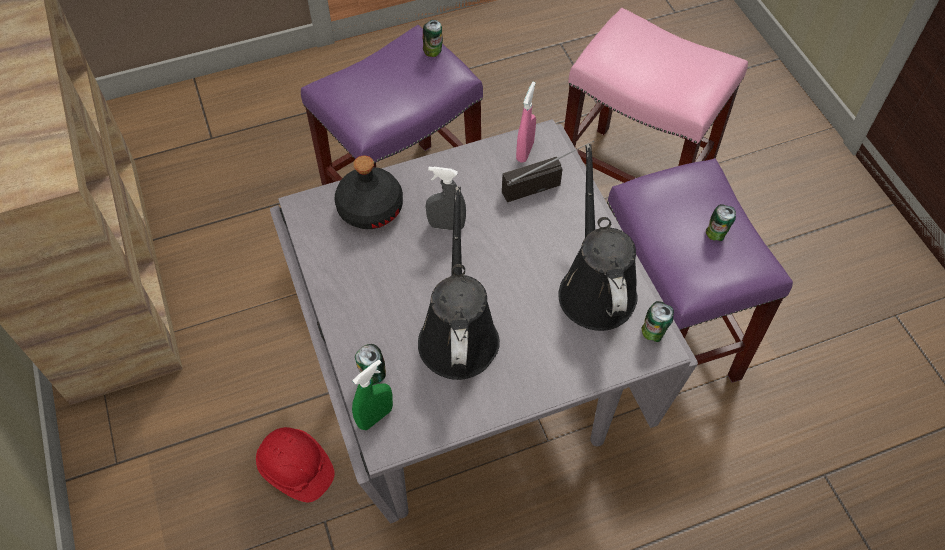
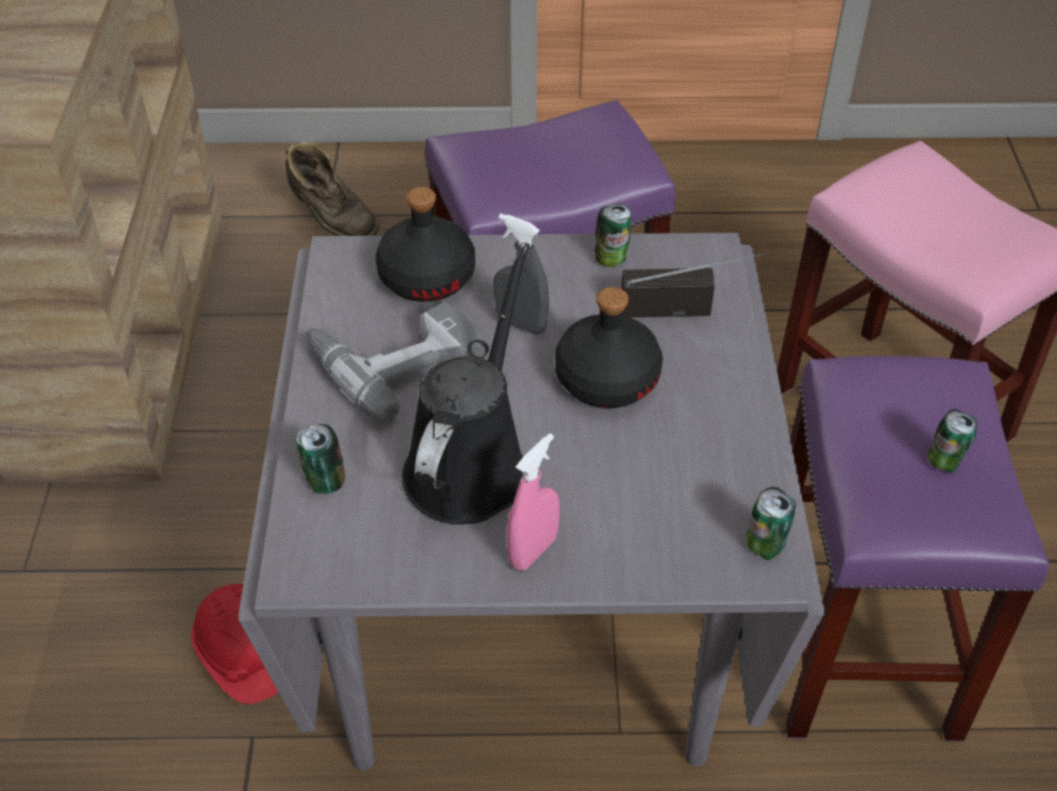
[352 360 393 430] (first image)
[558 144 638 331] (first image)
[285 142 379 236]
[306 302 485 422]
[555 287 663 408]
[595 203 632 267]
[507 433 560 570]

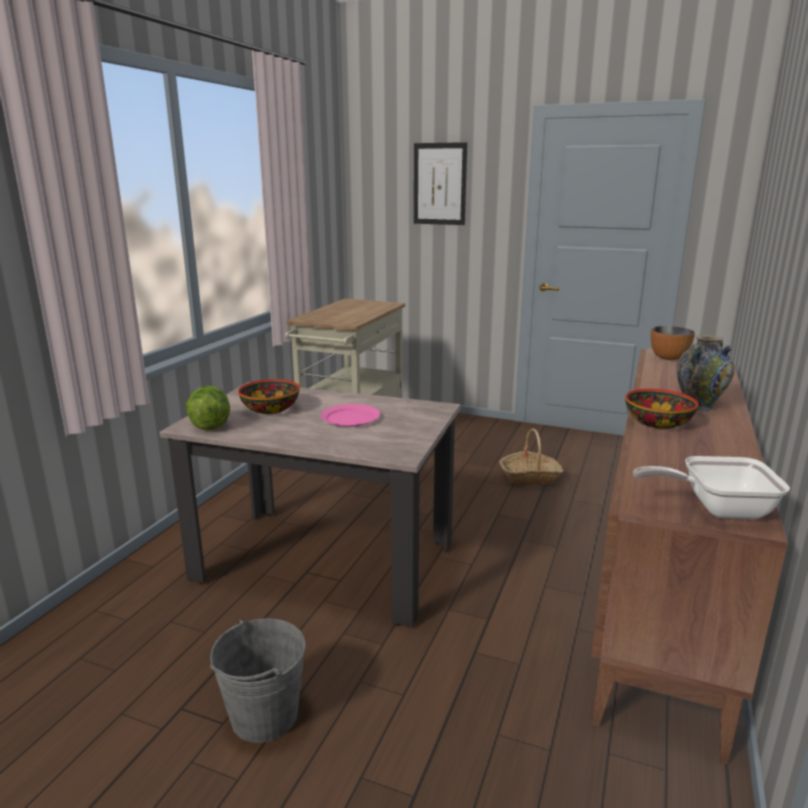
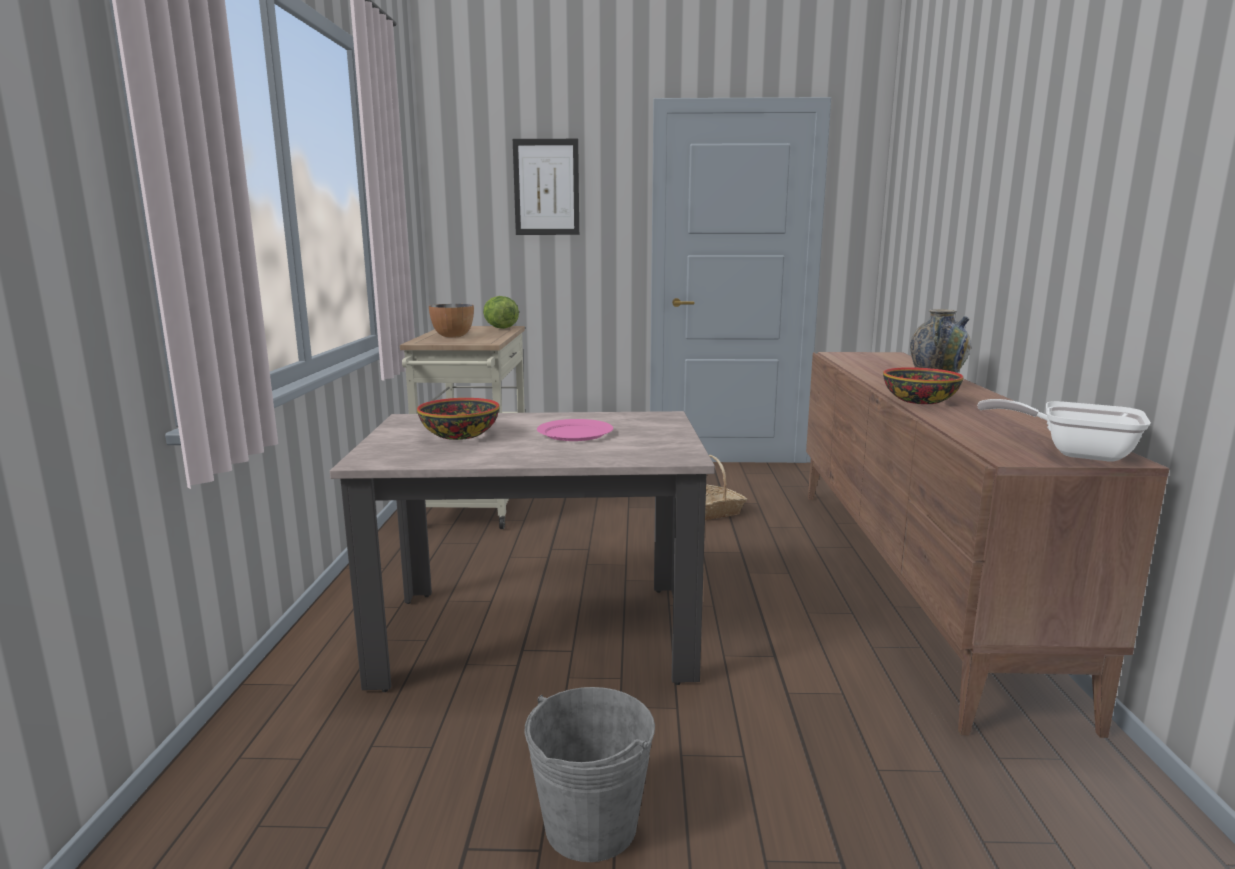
[483 296 519 329]
[429 304 474 338]
[977 399 1151 462]

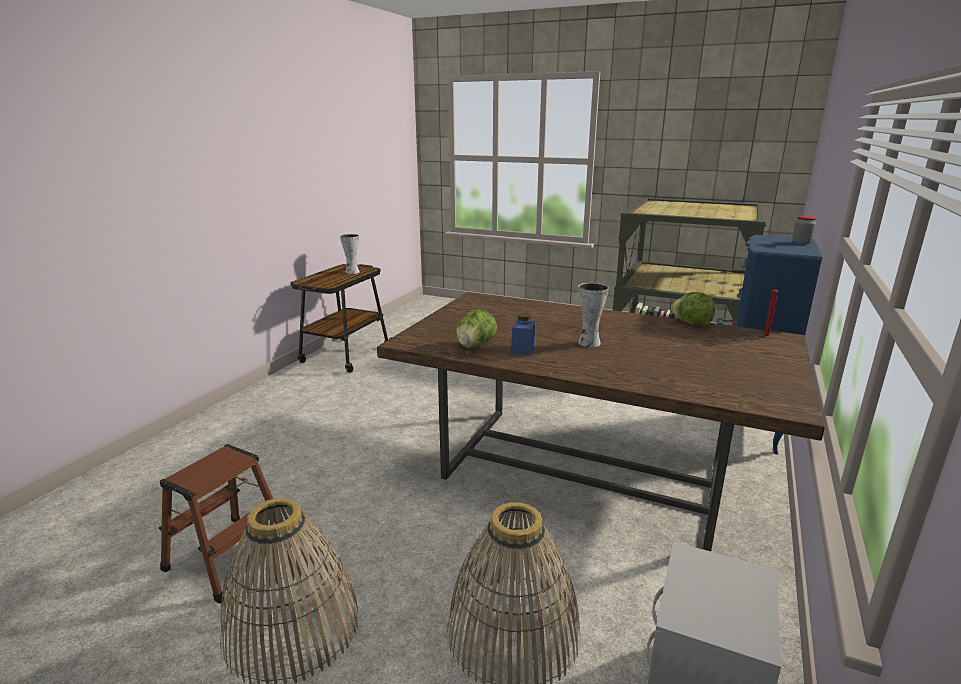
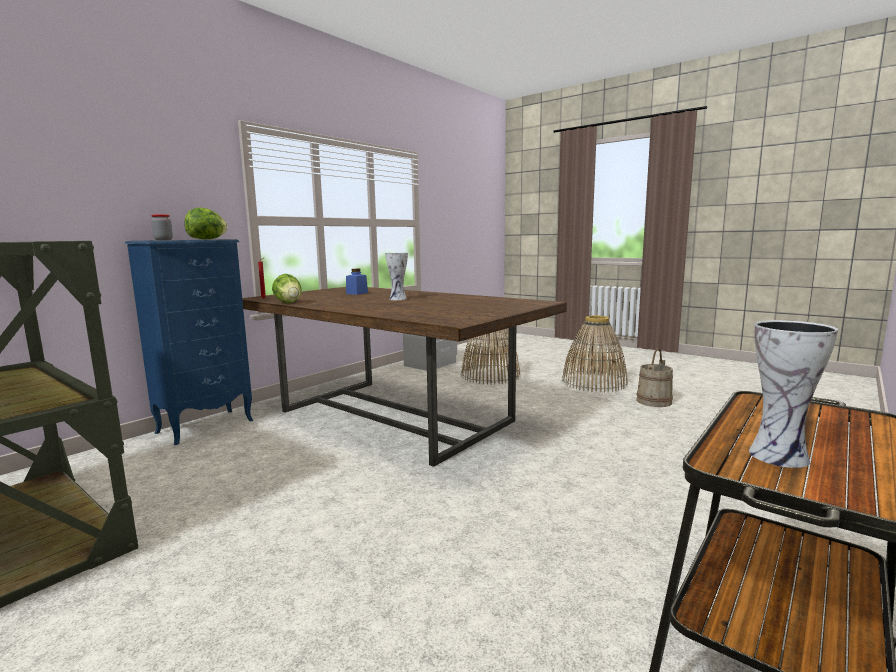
[184 208 228 239]
[346 269 368 295]
[636 348 673 407]

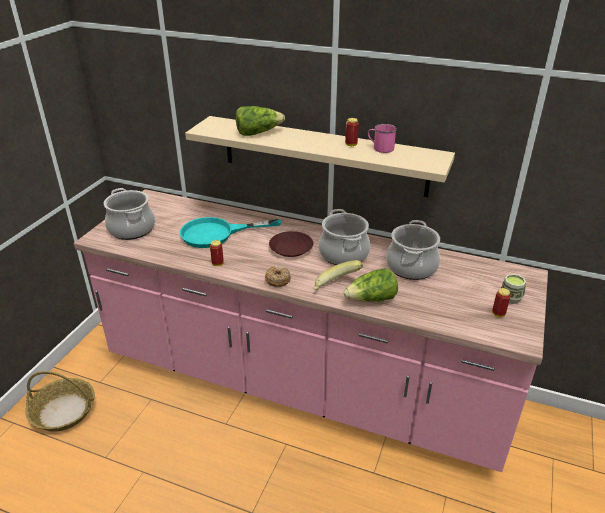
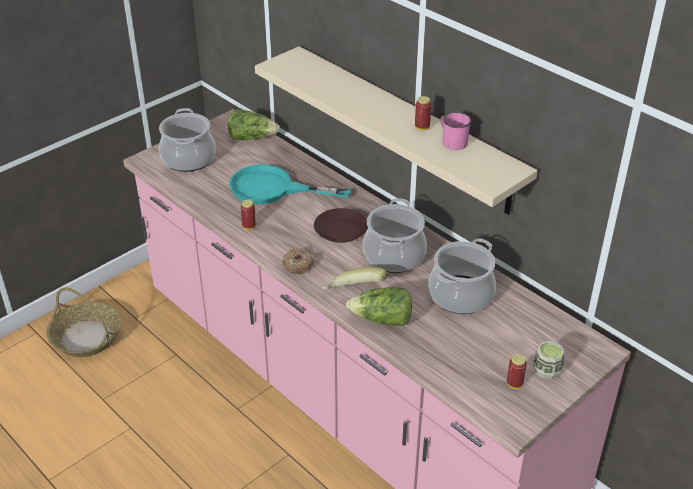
[228 109 280 140]

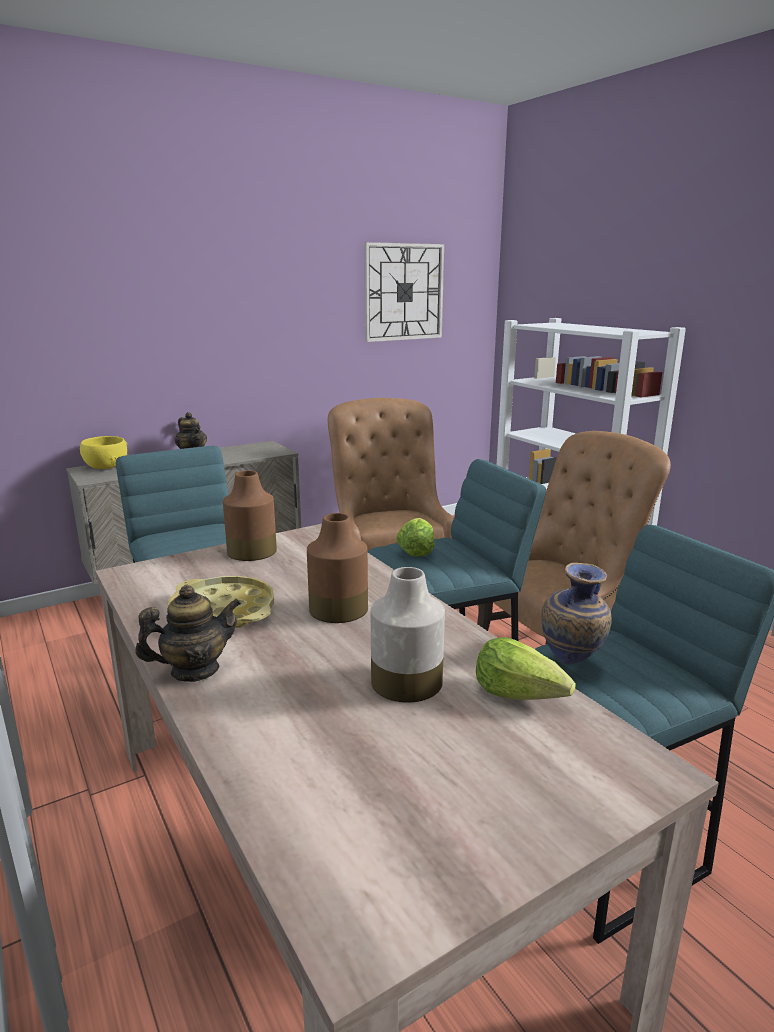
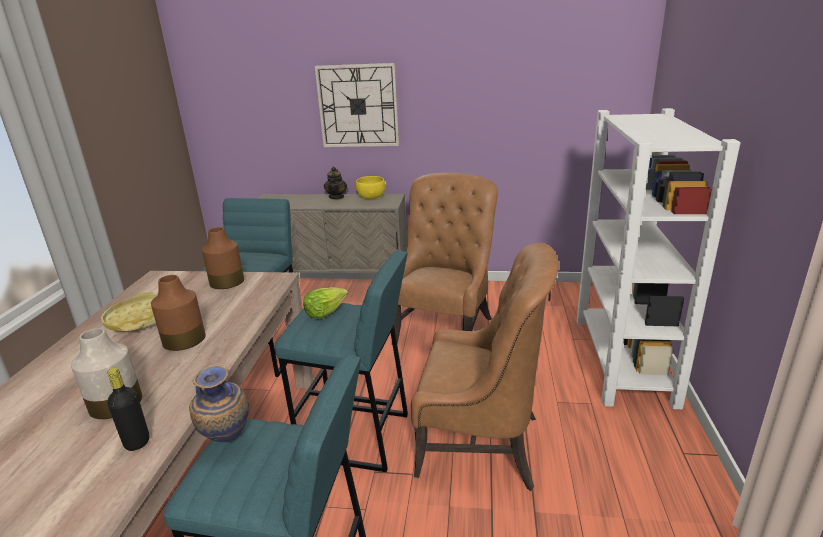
[135 585 241 682] (first image)
[355 176 386 199]
[315 63 399 147]
[108 367 149 451]

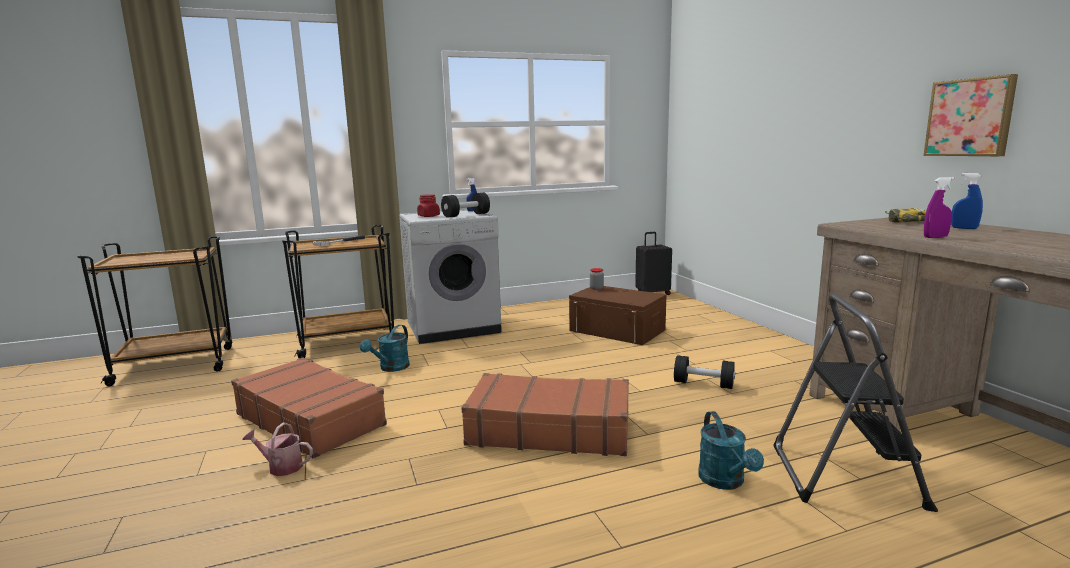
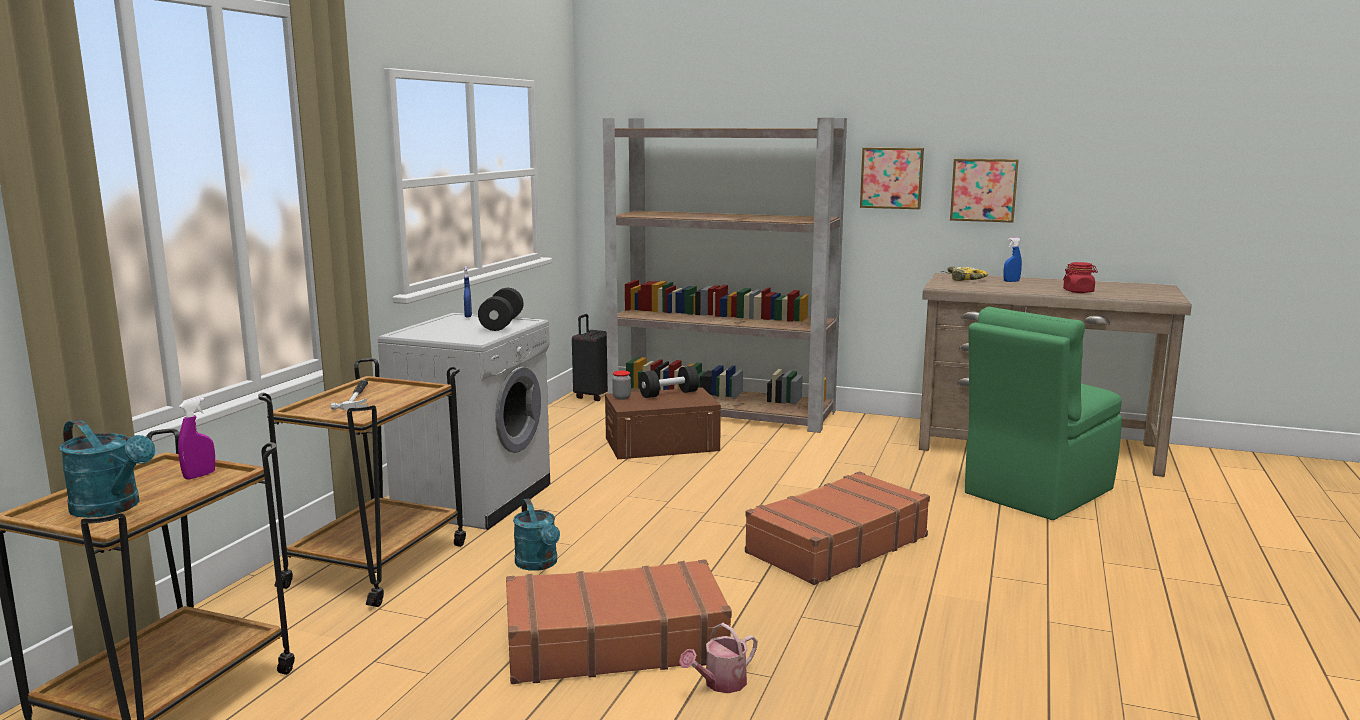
[603 118 847 433]
[860 147 924 209]
[1063 262 1098 293]
[639 366 699 398]
[59 419 155 518]
[178 398 215 480]
[965 307 1122 520]

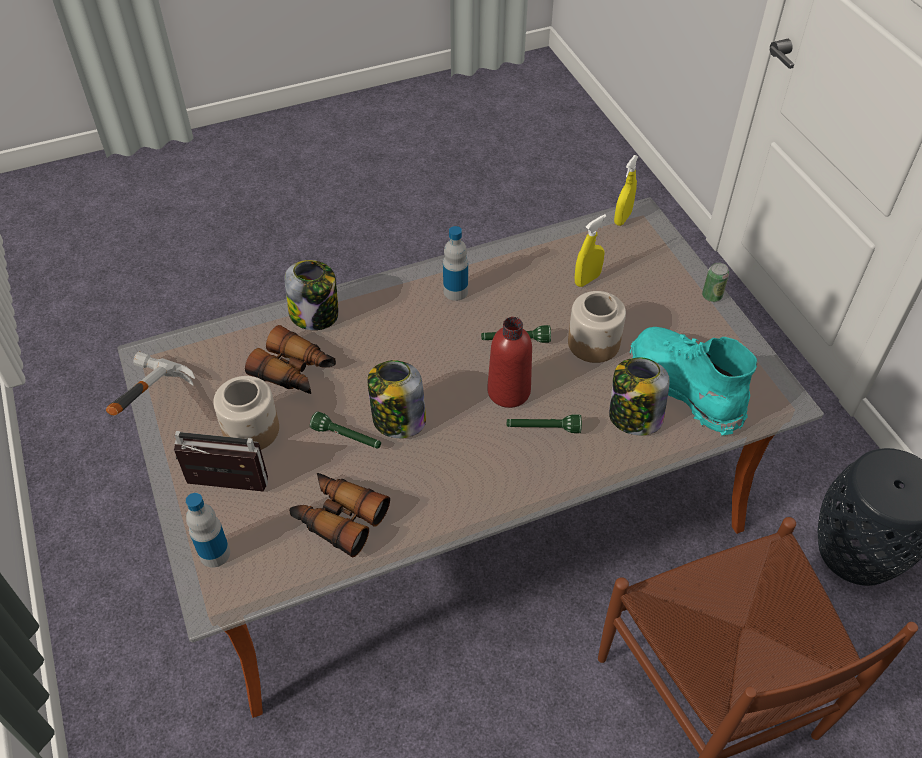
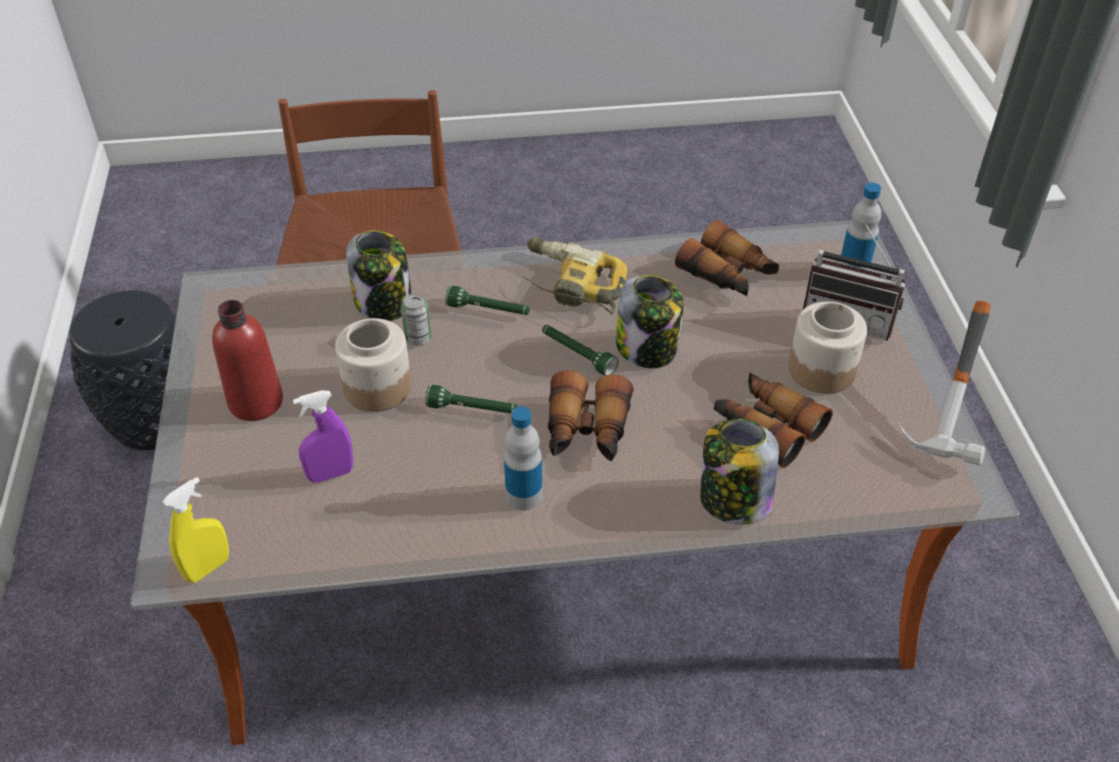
[629 327 757 437] (first image)
[522 237 627 314]
[548 371 633 461]
[542 325 619 376]
[212 300 283 421]
[401 294 431 345]
[293 390 353 483]

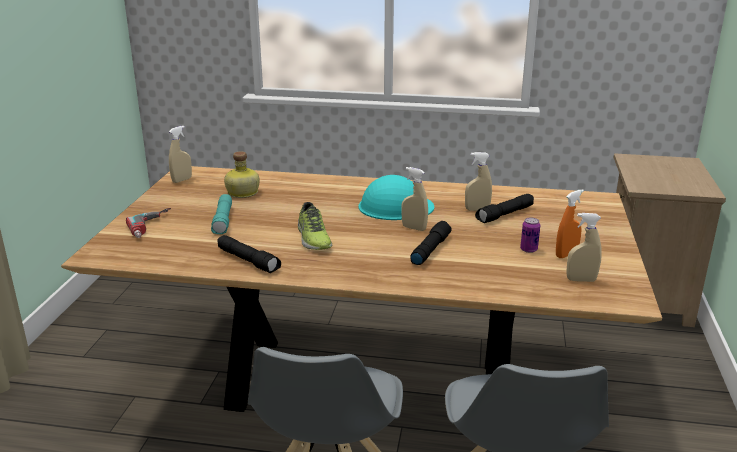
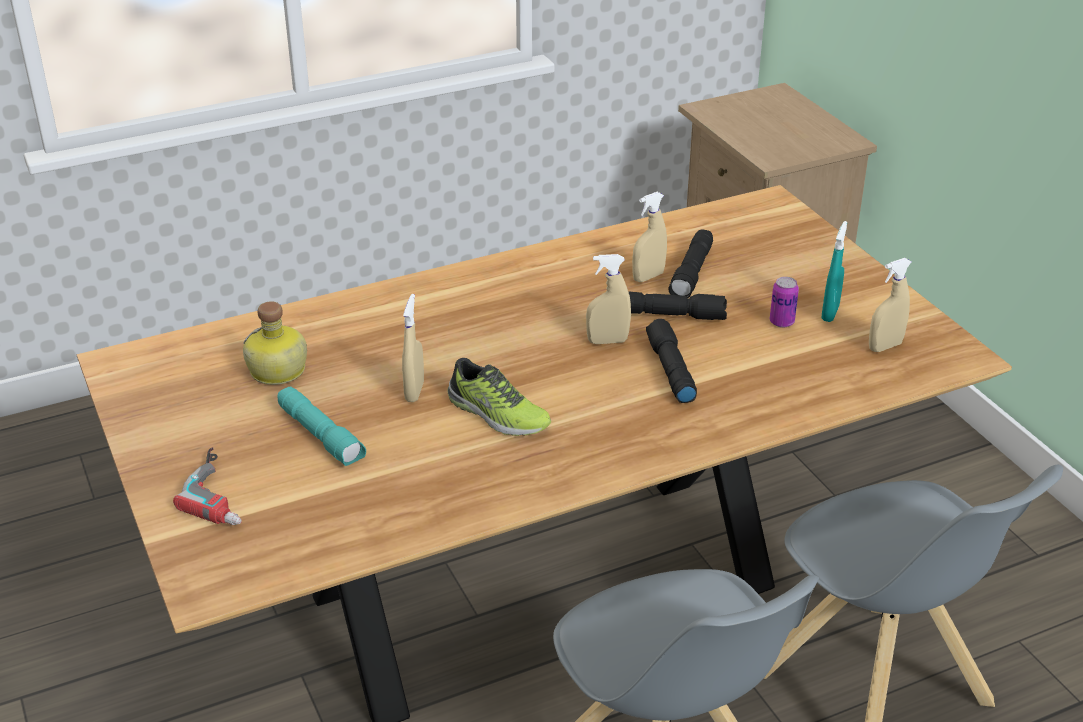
[358 175 434 220] (first image)
[402 294 424 402]
[628 291 727 320]
[822 221 847 322]

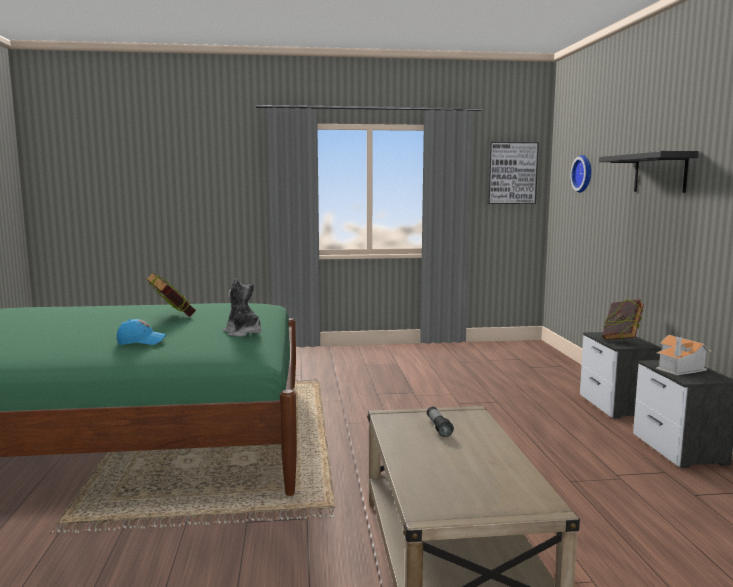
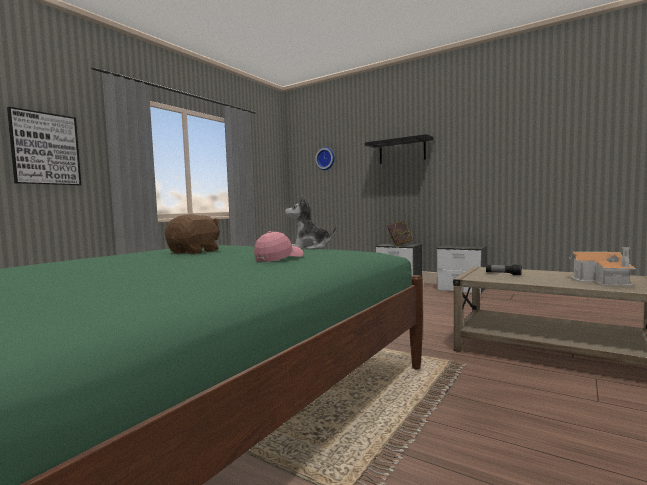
[7 107 81 185]
[569 247 636 287]
[165 214 220 254]
[254 231 303 262]

